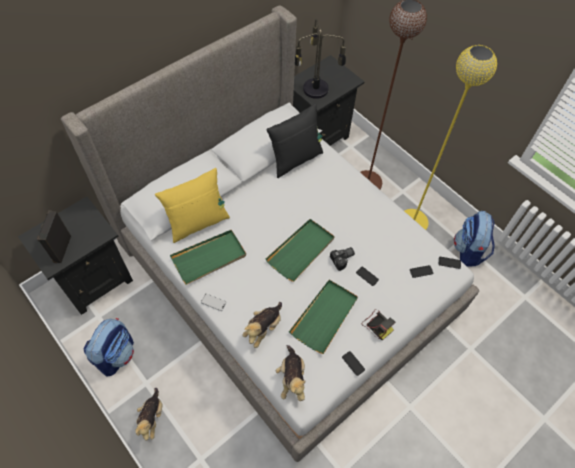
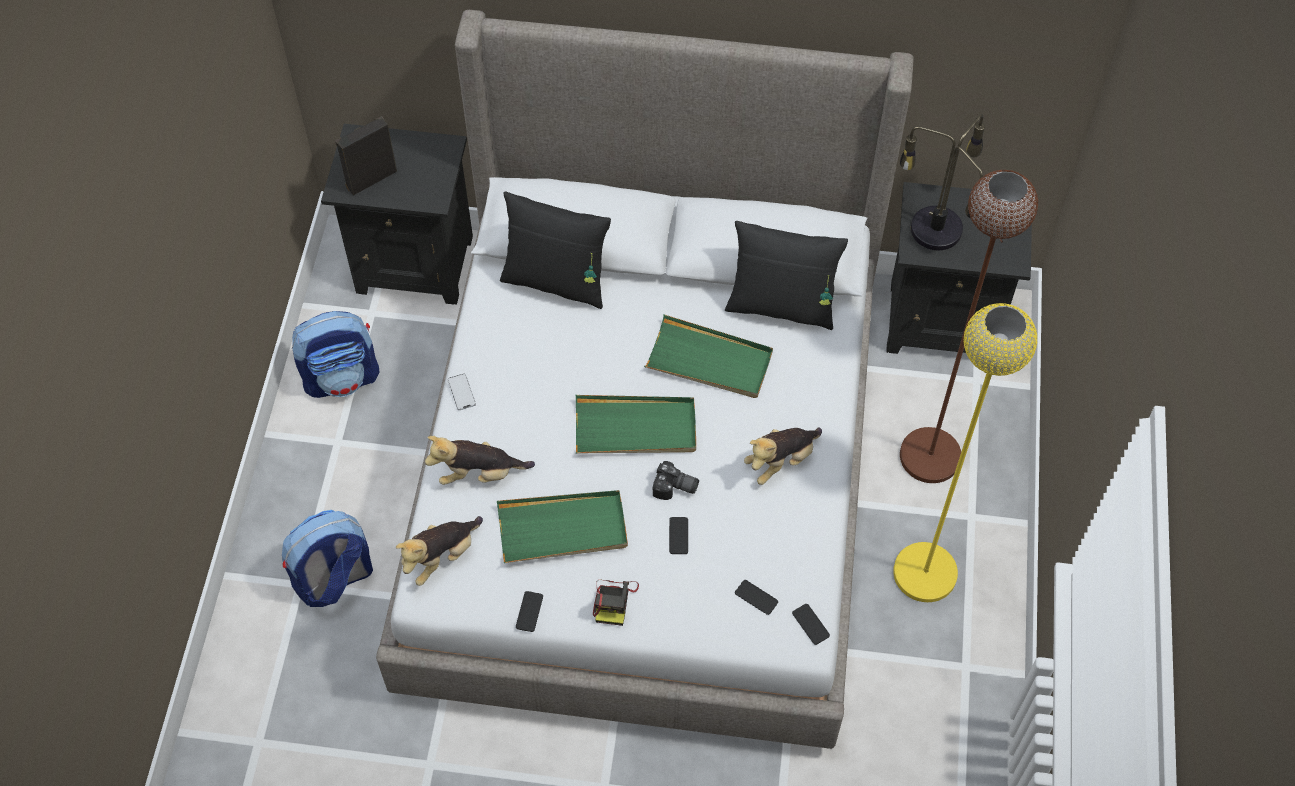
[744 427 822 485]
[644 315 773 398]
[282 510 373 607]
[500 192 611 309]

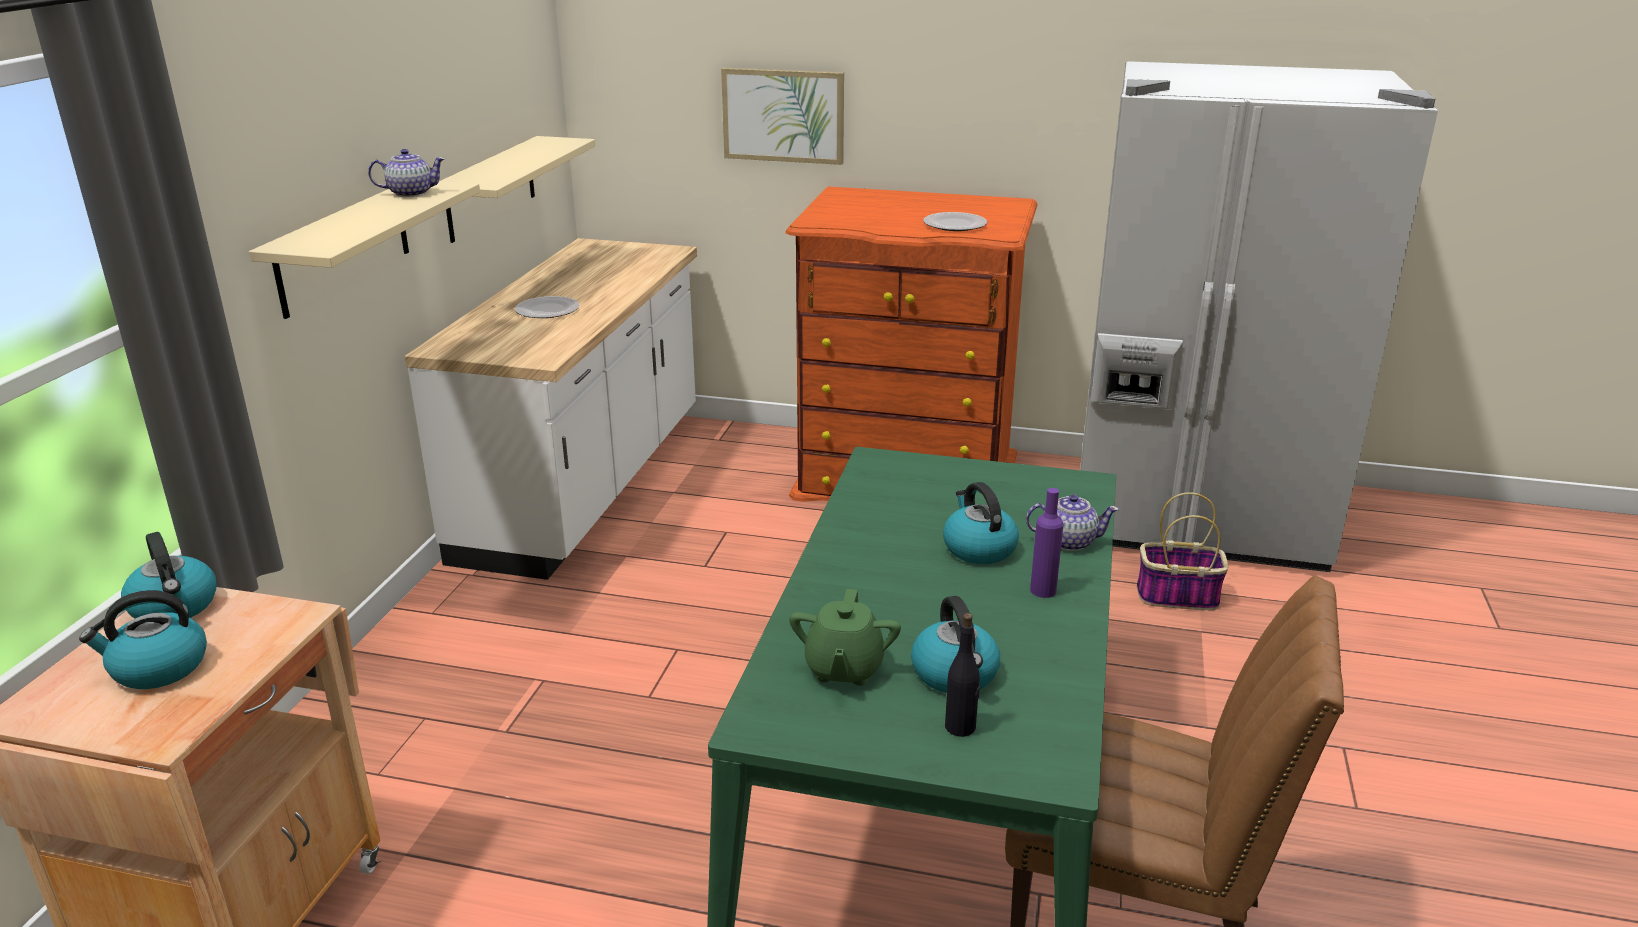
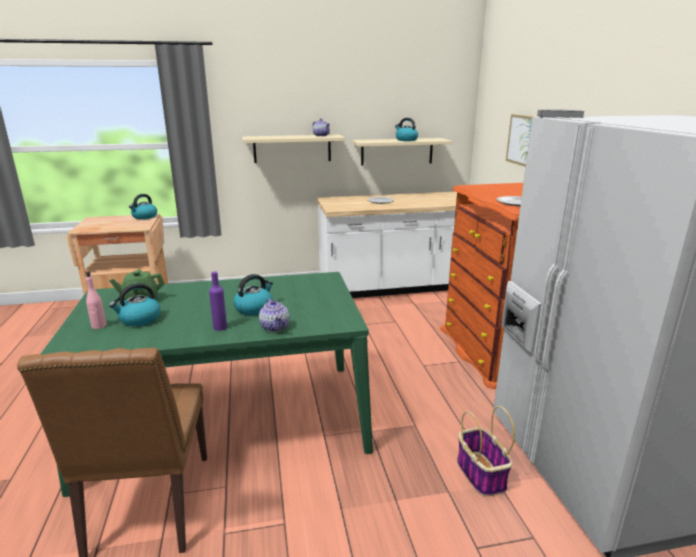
[395 118 418 141]
[85 271 106 329]

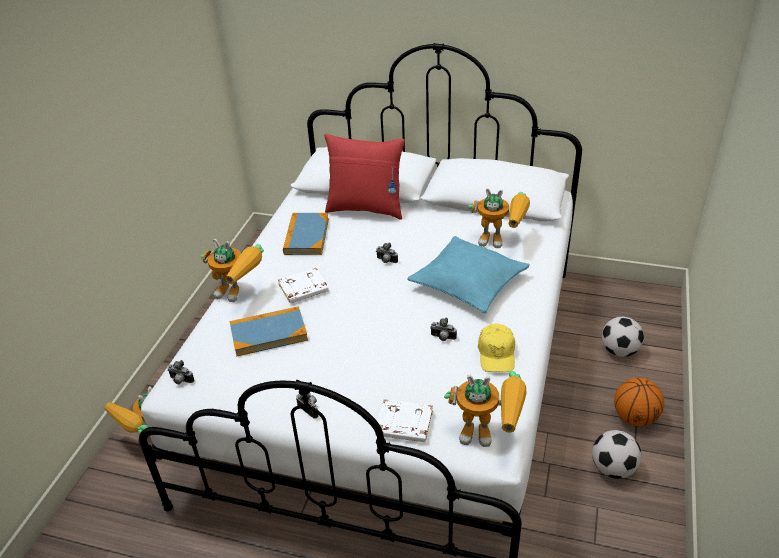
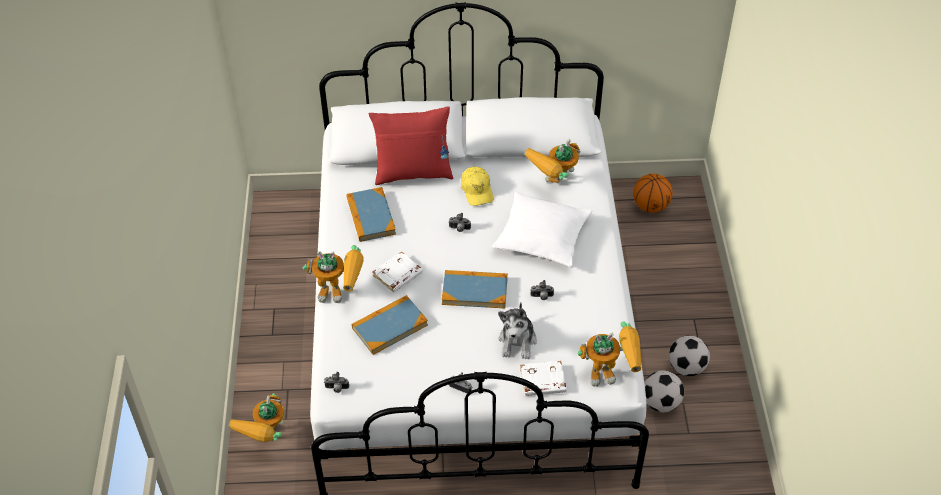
[442 270 508 308]
[498 302 537 359]
[461 167 493 206]
[644 371 684 412]
[633 174 673 213]
[492 192 592 267]
[524 139 580 183]

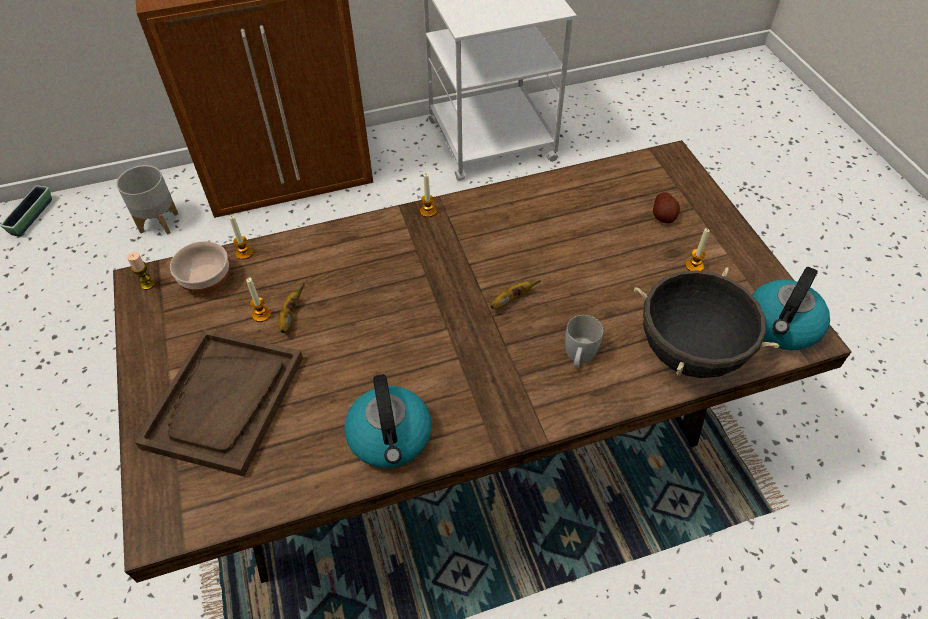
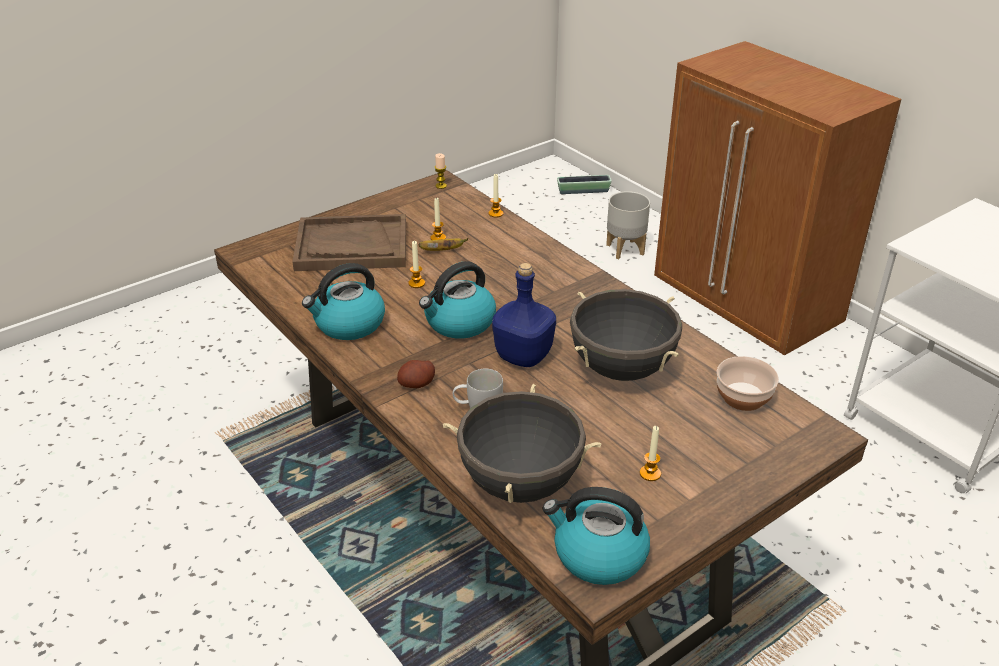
[419 261 496 339]
[570 289 682 381]
[717 356 779 411]
[408 241 425 288]
[397 360 435 388]
[492 263 556 367]

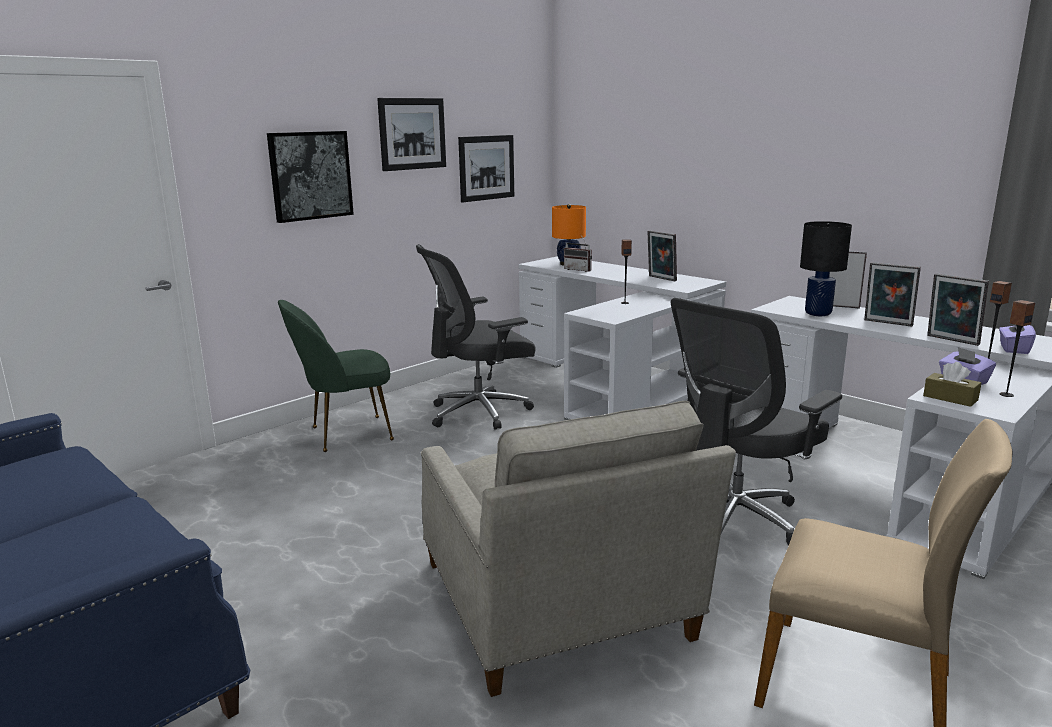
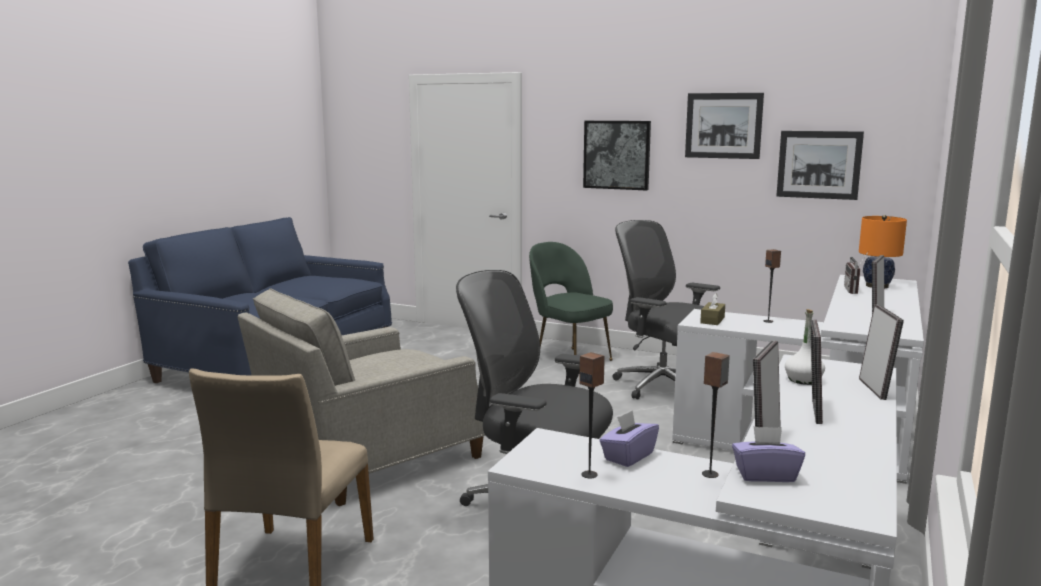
[700 293 725 325]
[785 309 825 385]

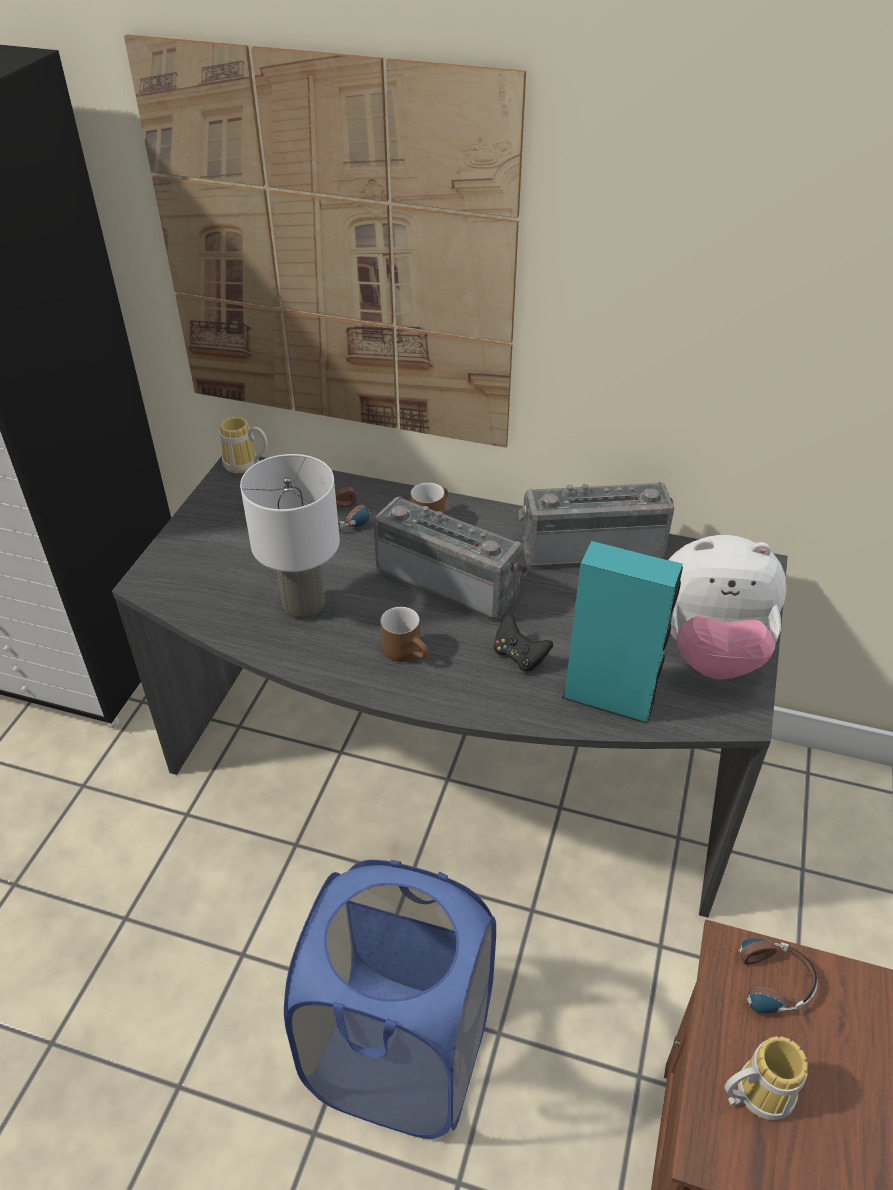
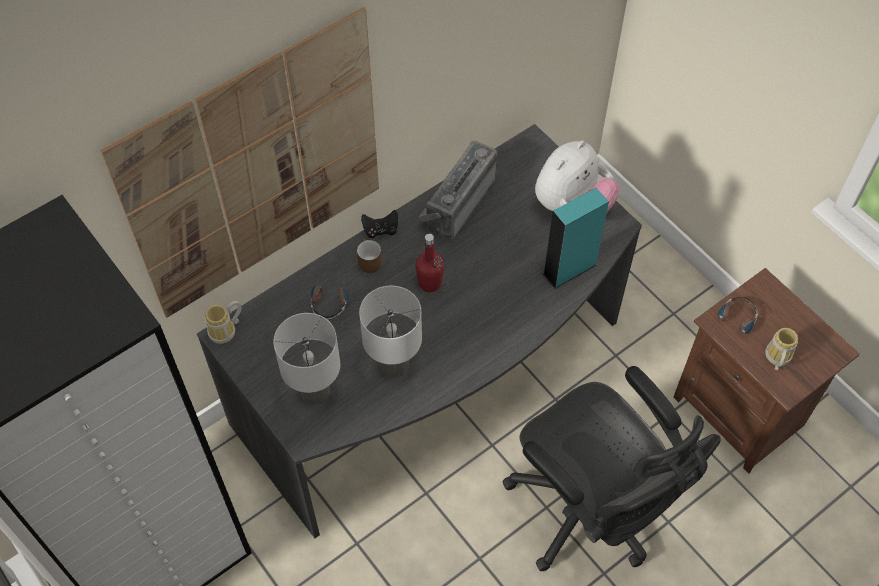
[380 607 428 662] (first image)
[273 313 340 405]
[361 210 398 238]
[503 366 721 571]
[416 234 444 292]

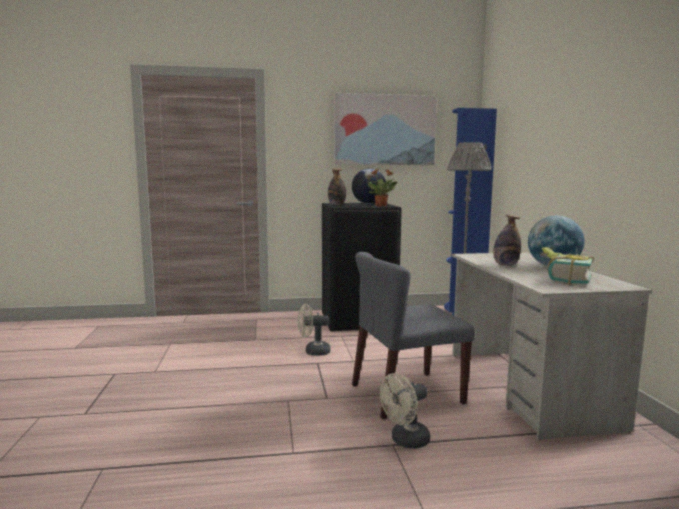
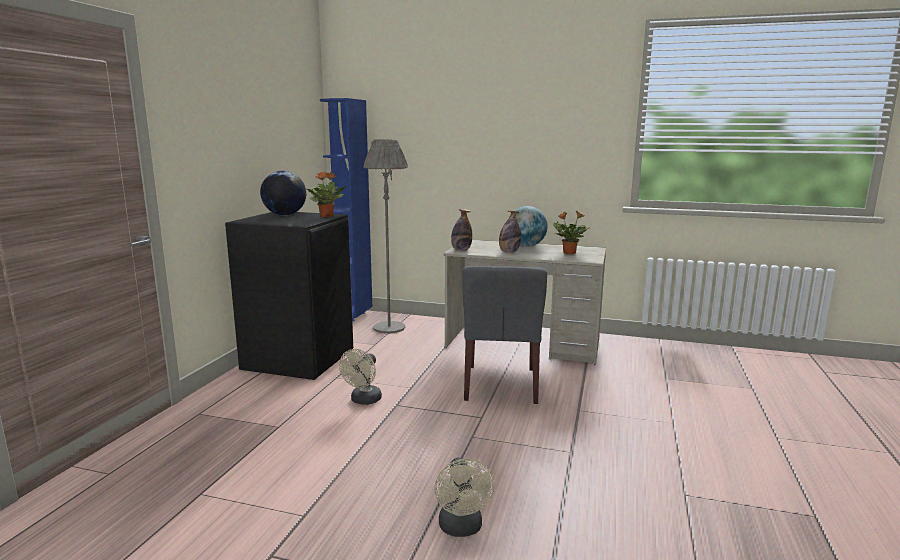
[334 93 437 165] (first image)
[451 209 472 251]
[434 457 495 537]
[553 211 590 254]

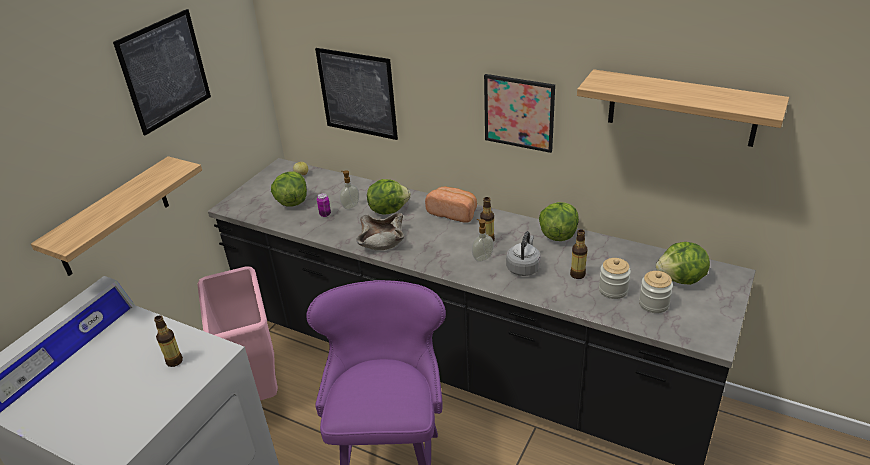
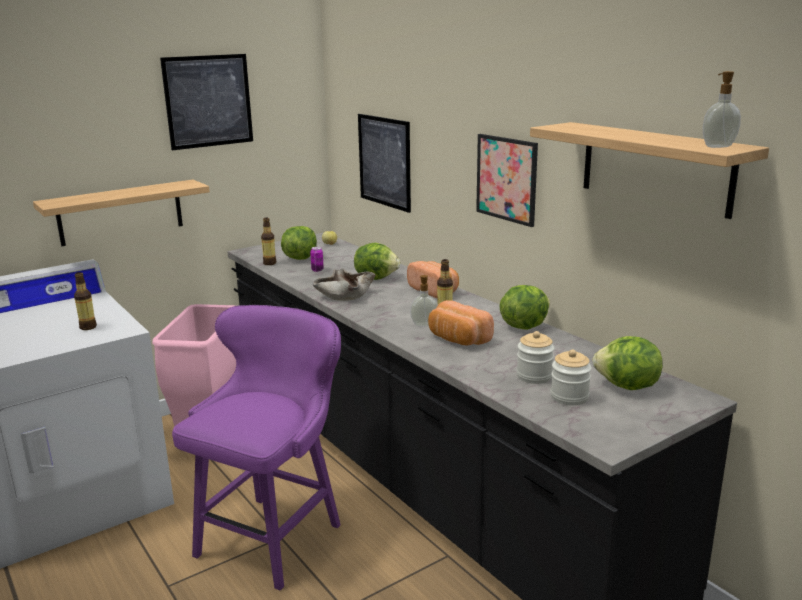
[703 71 741 148]
[261 218 276 265]
[428 300 494 345]

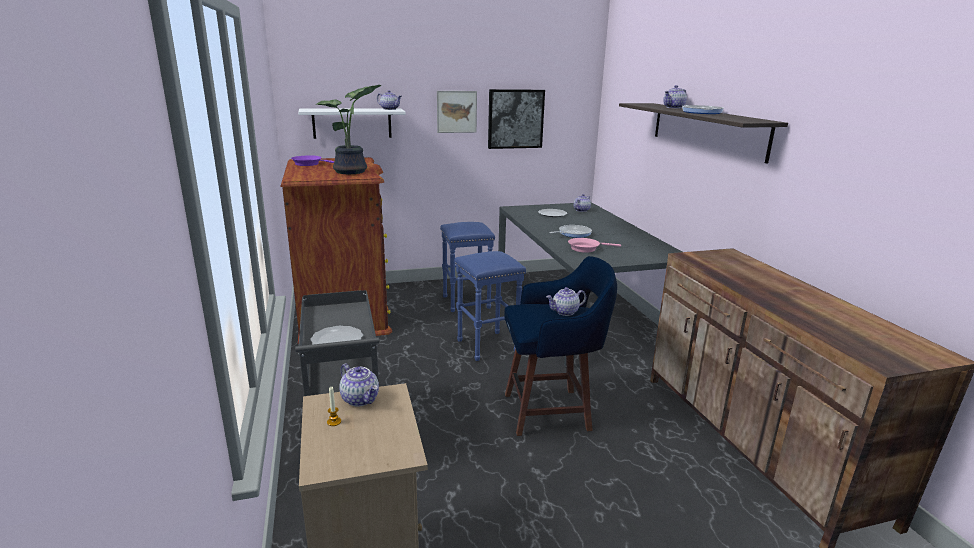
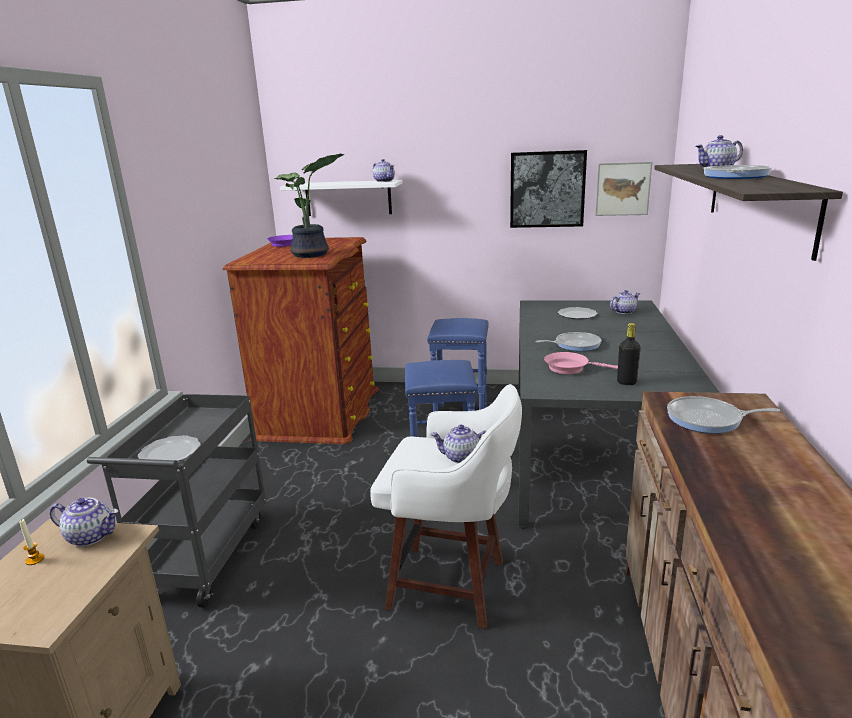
[617 323 641 385]
[667 396 780 434]
[595 162 652 216]
[370 384 522 629]
[50 498 118 546]

